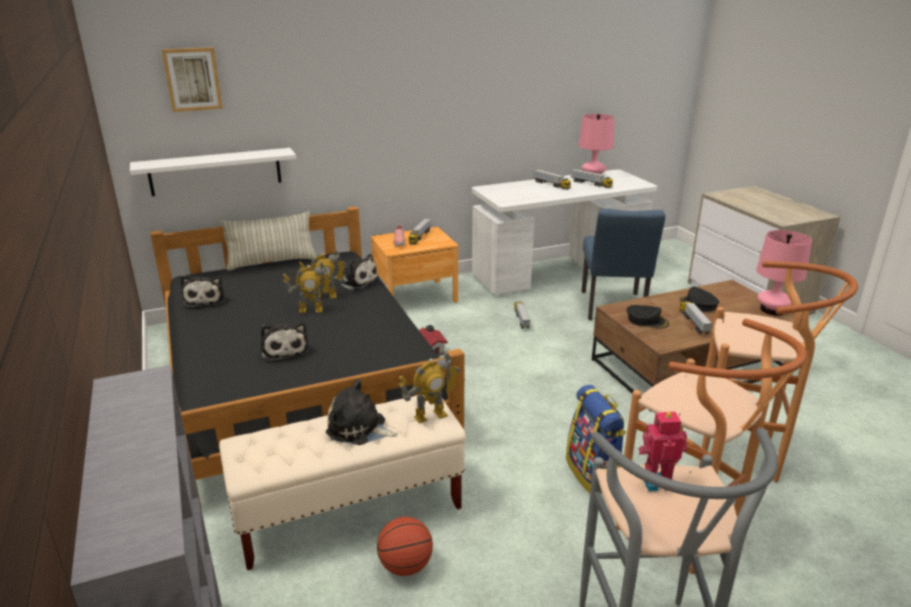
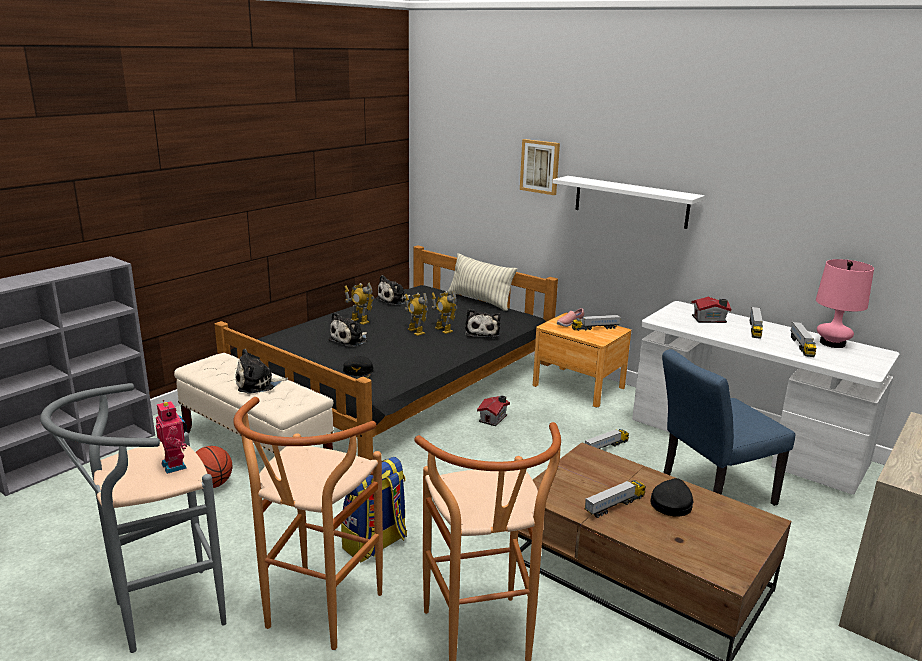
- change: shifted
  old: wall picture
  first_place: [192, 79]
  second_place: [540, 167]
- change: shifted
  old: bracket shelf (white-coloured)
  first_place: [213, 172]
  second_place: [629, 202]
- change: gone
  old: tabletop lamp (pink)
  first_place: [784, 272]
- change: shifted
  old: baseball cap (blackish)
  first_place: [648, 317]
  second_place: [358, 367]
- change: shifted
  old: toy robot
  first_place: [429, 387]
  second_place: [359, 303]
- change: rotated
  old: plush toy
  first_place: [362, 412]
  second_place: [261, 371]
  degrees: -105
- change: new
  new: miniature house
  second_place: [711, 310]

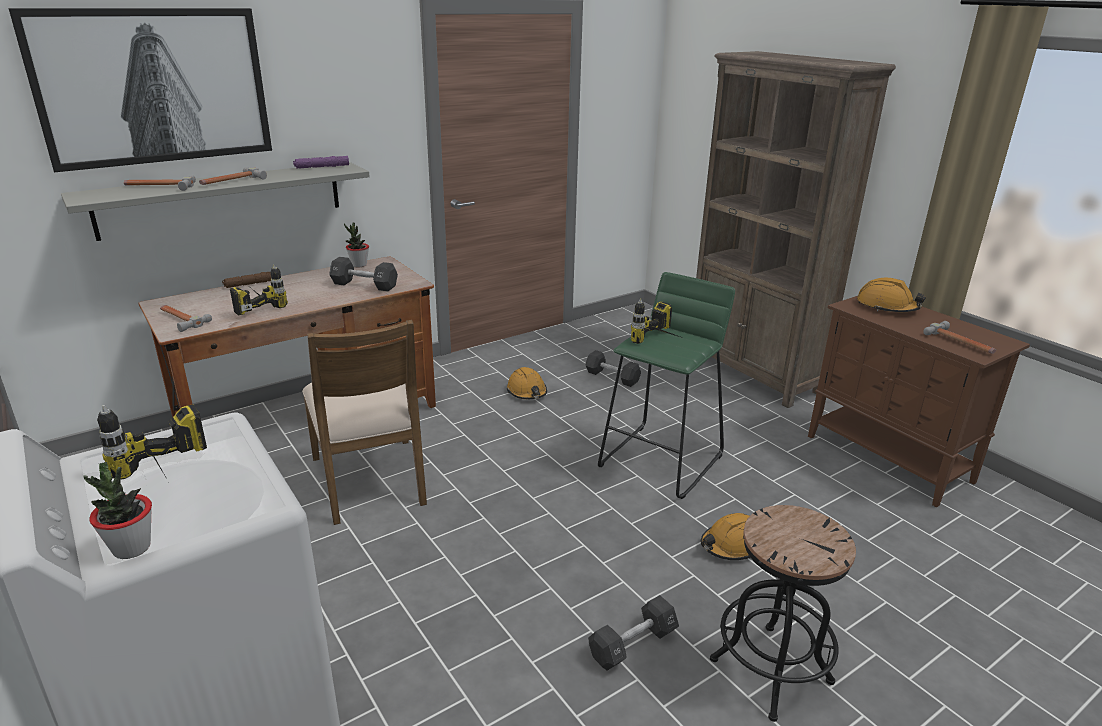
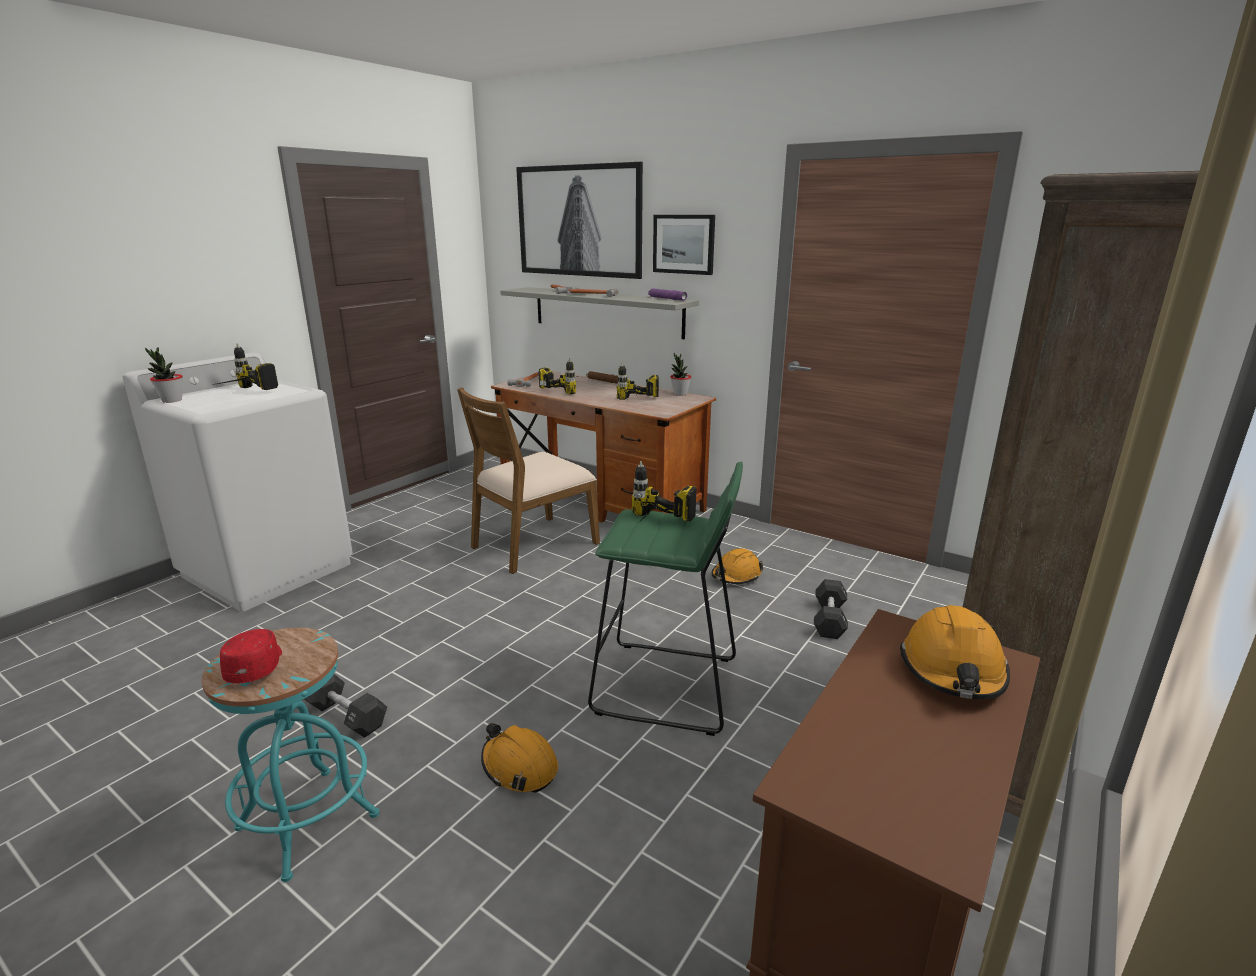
- change: swapped
  old: dumbbell (blackish)
  new: drill
  first_place: [363, 274]
  second_place: [638, 381]
- change: gone
  old: hammer
  first_place: [959, 337]
- change: repainted
  old: sitting stool (blackish)
  new: sitting stool (blue-green)
  first_place: [783, 613]
  second_place: [291, 755]
- change: new
  new: wall picture
  second_place: [684, 245]
- change: new
  new: baseball cap (reddish)
  second_place: [251, 656]

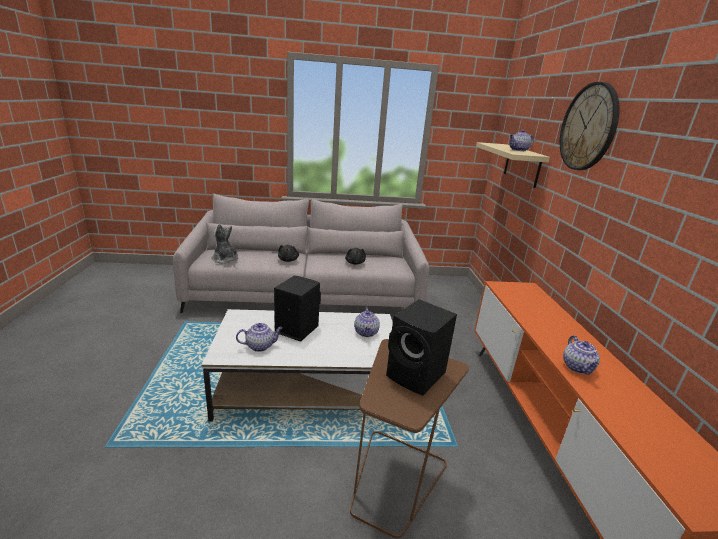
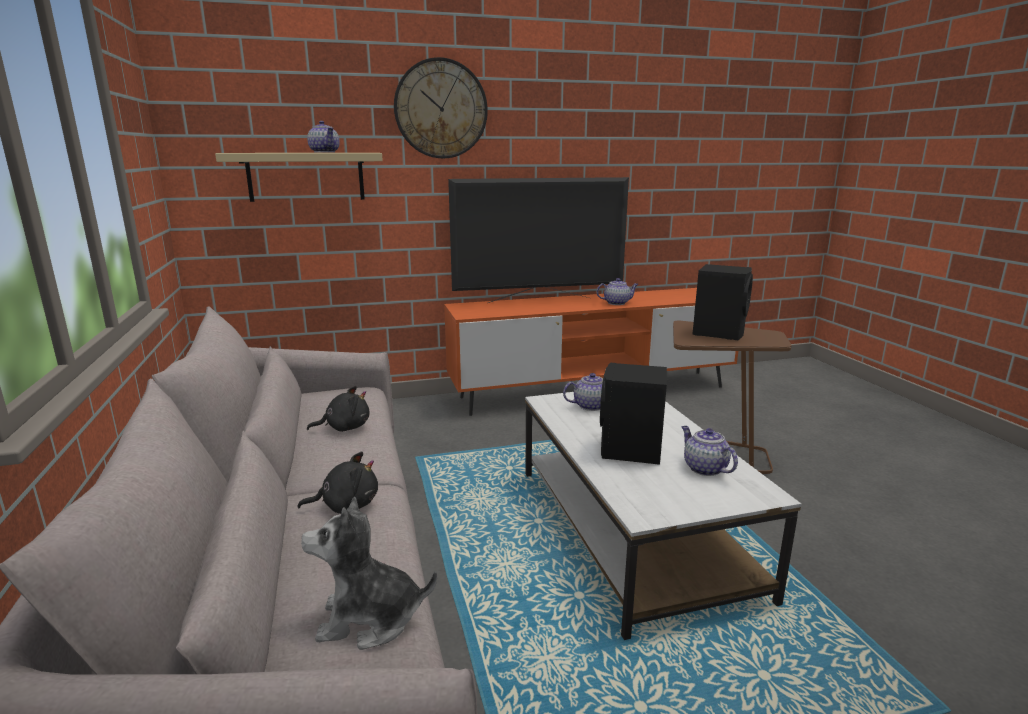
- change: rotated
  old: plush toy
  first_place: [224, 244]
  second_place: [369, 573]
  degrees: 60
- change: new
  new: TV set
  second_place: [538, 240]

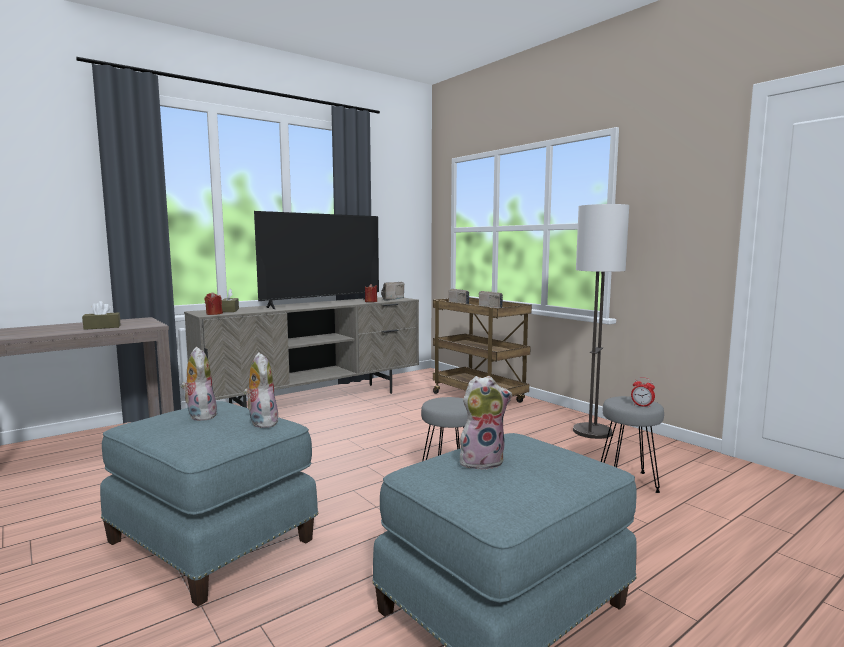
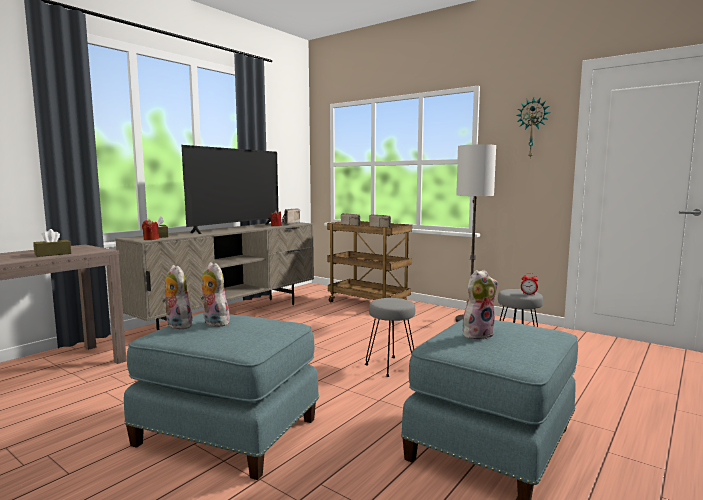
- change: shifted
  old: plush toy
  first_place: [261, 390]
  second_place: [177, 297]
- change: new
  new: hanging clock
  second_place: [533, 127]

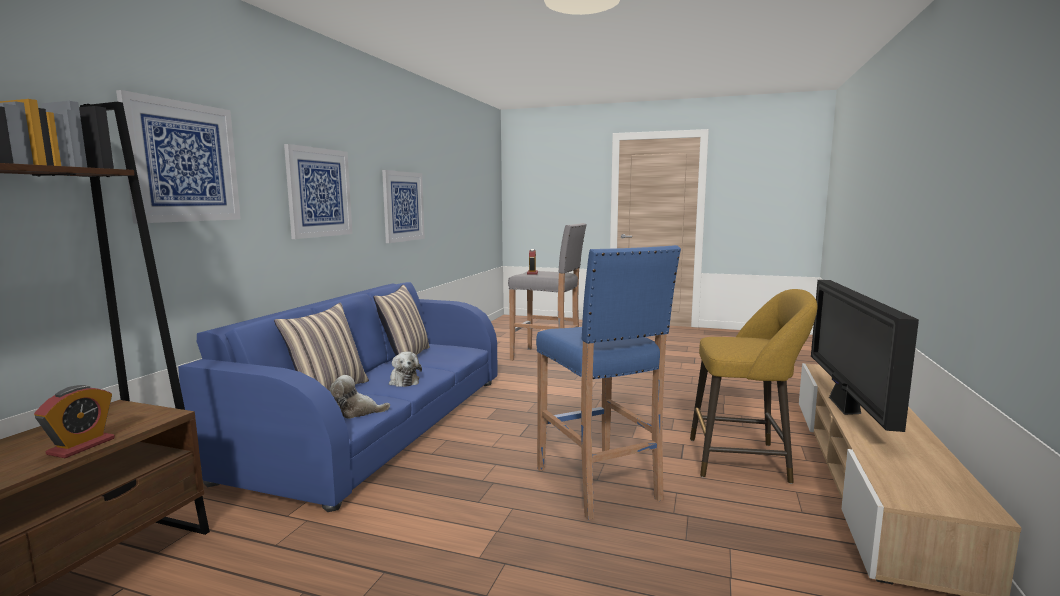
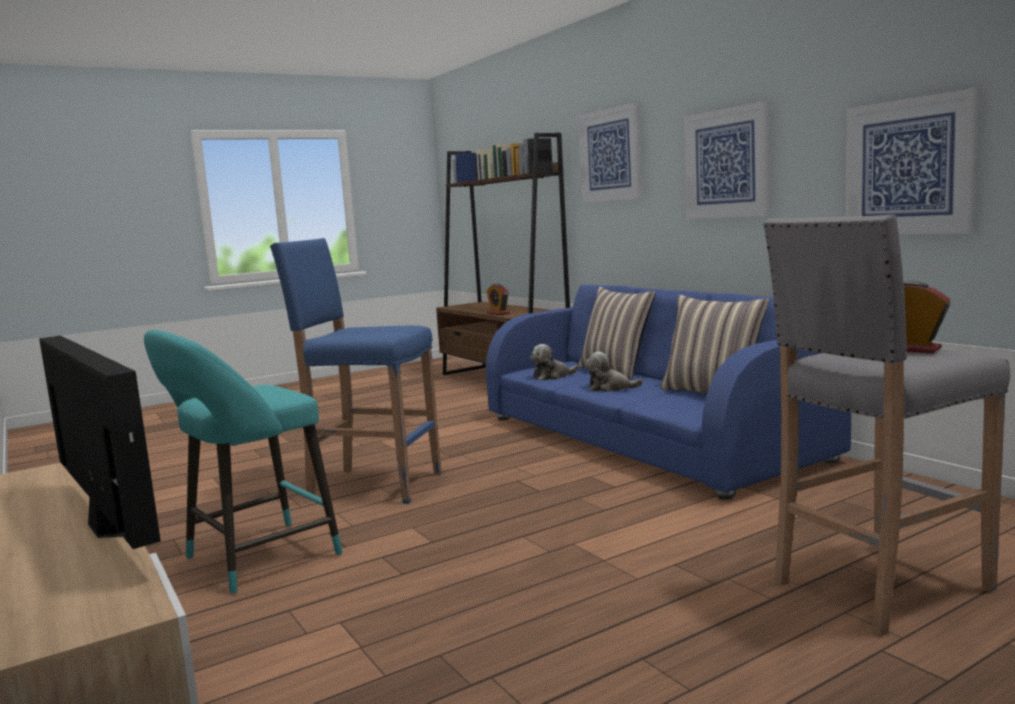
- change: repainted
  old: sitting stool (yellowish)
  new: sitting stool (blue-green)
  first_place: [753, 386]
  second_place: [243, 462]
- change: rotated
  old: plush toy
  first_place: [360, 397]
  second_place: [554, 362]
  degrees: -150

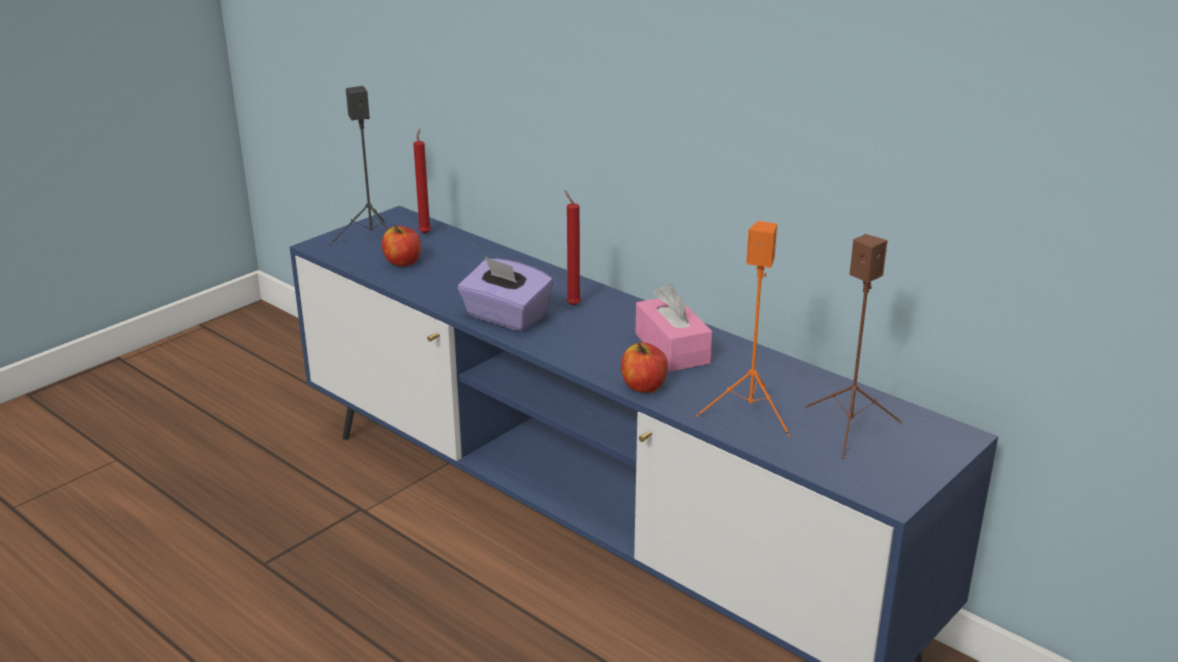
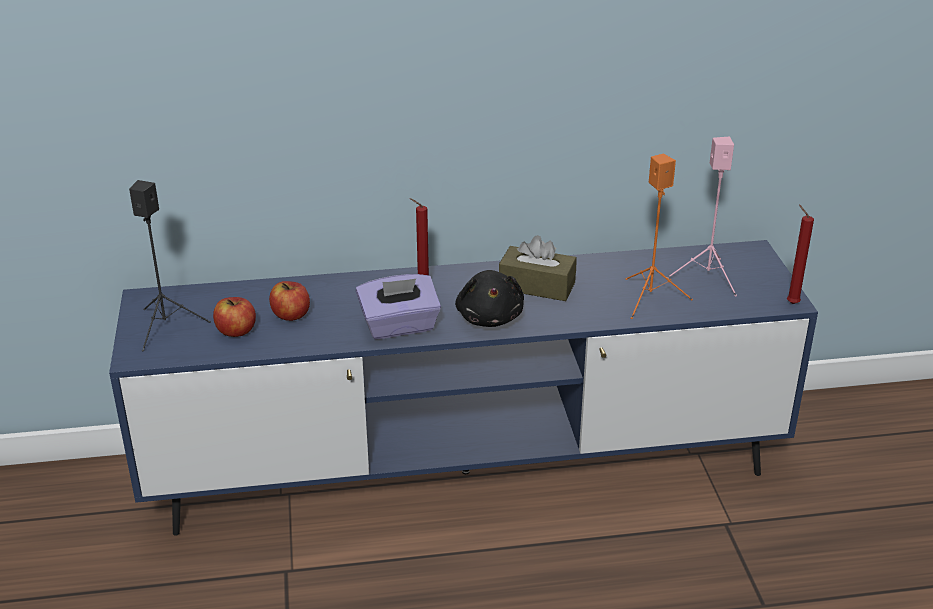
- change: shifted
  old: candle (reddish)
  first_place: [422, 181]
  second_place: [800, 254]
- change: repainted
  old: audio speaker (brown-coloured)
  new: audio speaker (pink)
  first_place: [853, 346]
  second_place: [702, 216]
- change: repainted
  old: box of tissues (pink)
  new: box of tissues (brown-coloured)
  first_place: [673, 328]
  second_place: [538, 268]
- change: shifted
  old: whole apple
  first_place: [644, 367]
  second_place: [289, 301]
- change: new
  new: plush toy (blackish)
  second_place: [489, 298]

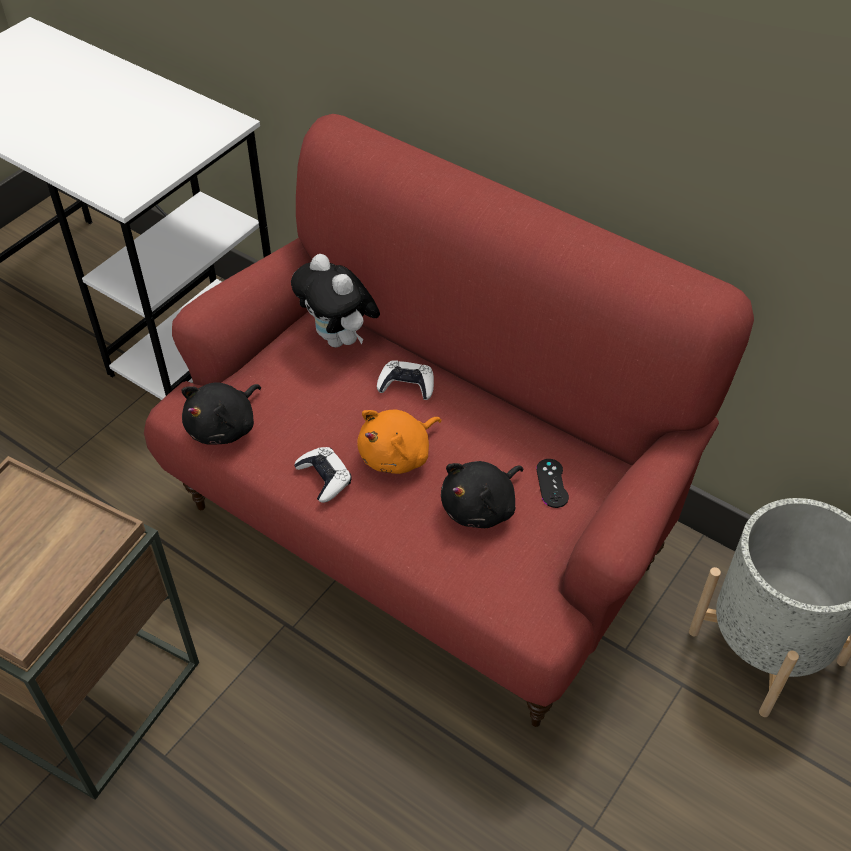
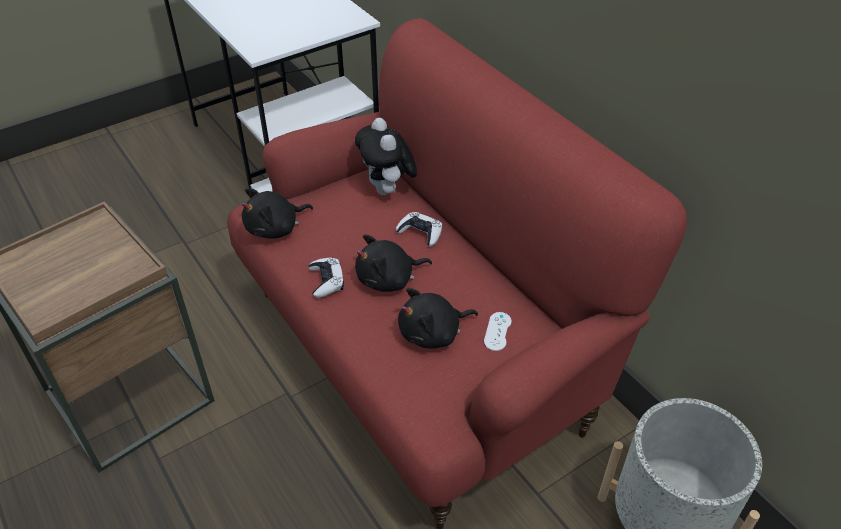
- change: repainted
  old: plush toy (orange)
  new: plush toy (blackish)
  first_place: [399, 442]
  second_place: [393, 263]
- change: repainted
  old: joypad (blackish)
  new: joypad (white-coloured)
  first_place: [552, 483]
  second_place: [498, 331]

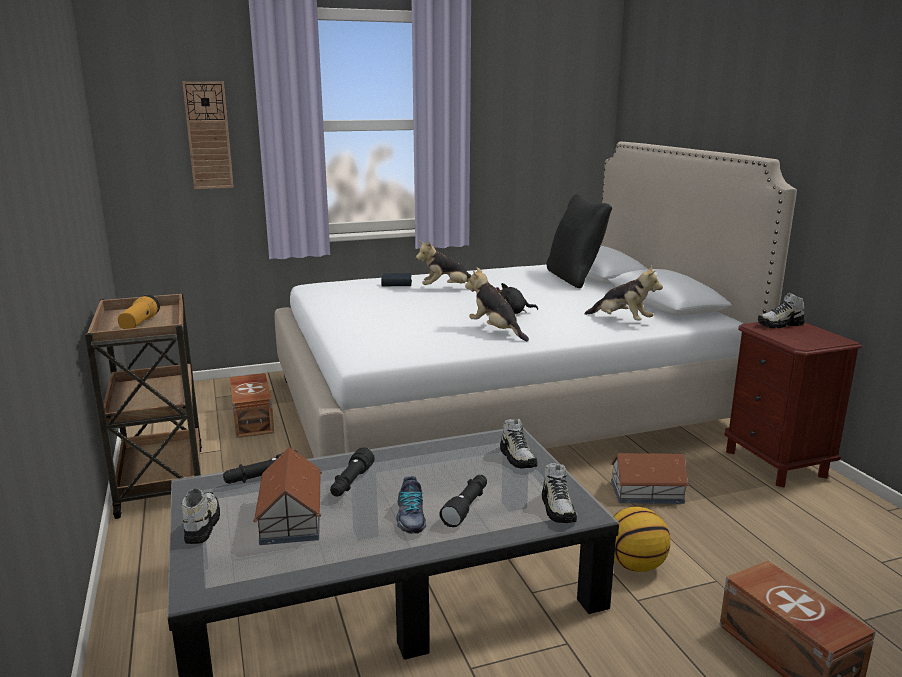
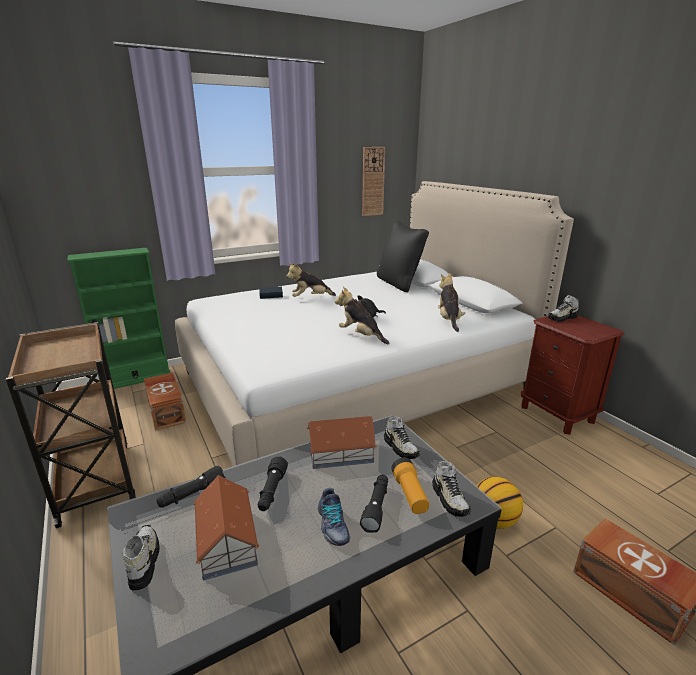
- change: shifted
  old: hanging clock
  first_place: [208, 135]
  second_place: [373, 181]
- change: rotated
  old: plush toy
  first_place: [623, 293]
  second_place: [451, 302]
  degrees: -120
- change: shifted
  old: hand torch
  first_place: [139, 312]
  second_place: [410, 485]
- change: shifted
  old: miniature house
  first_place: [649, 478]
  second_place: [342, 442]
- change: new
  new: shelving unit (greenish)
  second_place: [118, 318]

